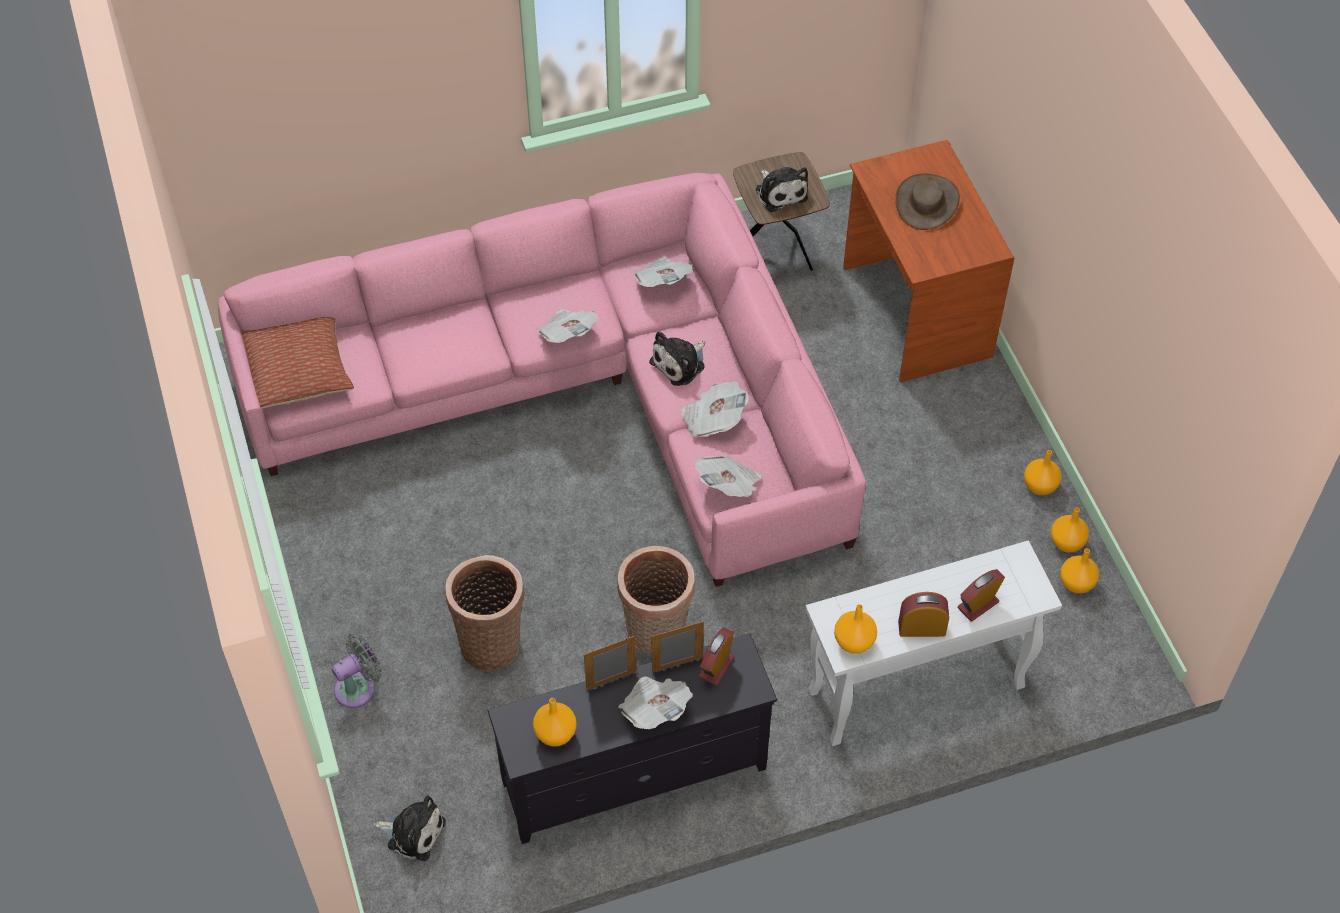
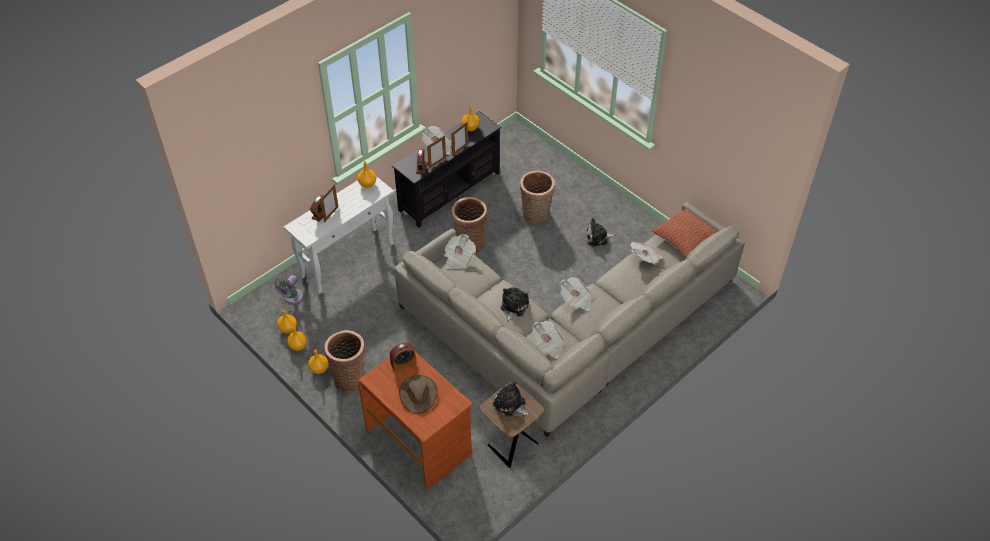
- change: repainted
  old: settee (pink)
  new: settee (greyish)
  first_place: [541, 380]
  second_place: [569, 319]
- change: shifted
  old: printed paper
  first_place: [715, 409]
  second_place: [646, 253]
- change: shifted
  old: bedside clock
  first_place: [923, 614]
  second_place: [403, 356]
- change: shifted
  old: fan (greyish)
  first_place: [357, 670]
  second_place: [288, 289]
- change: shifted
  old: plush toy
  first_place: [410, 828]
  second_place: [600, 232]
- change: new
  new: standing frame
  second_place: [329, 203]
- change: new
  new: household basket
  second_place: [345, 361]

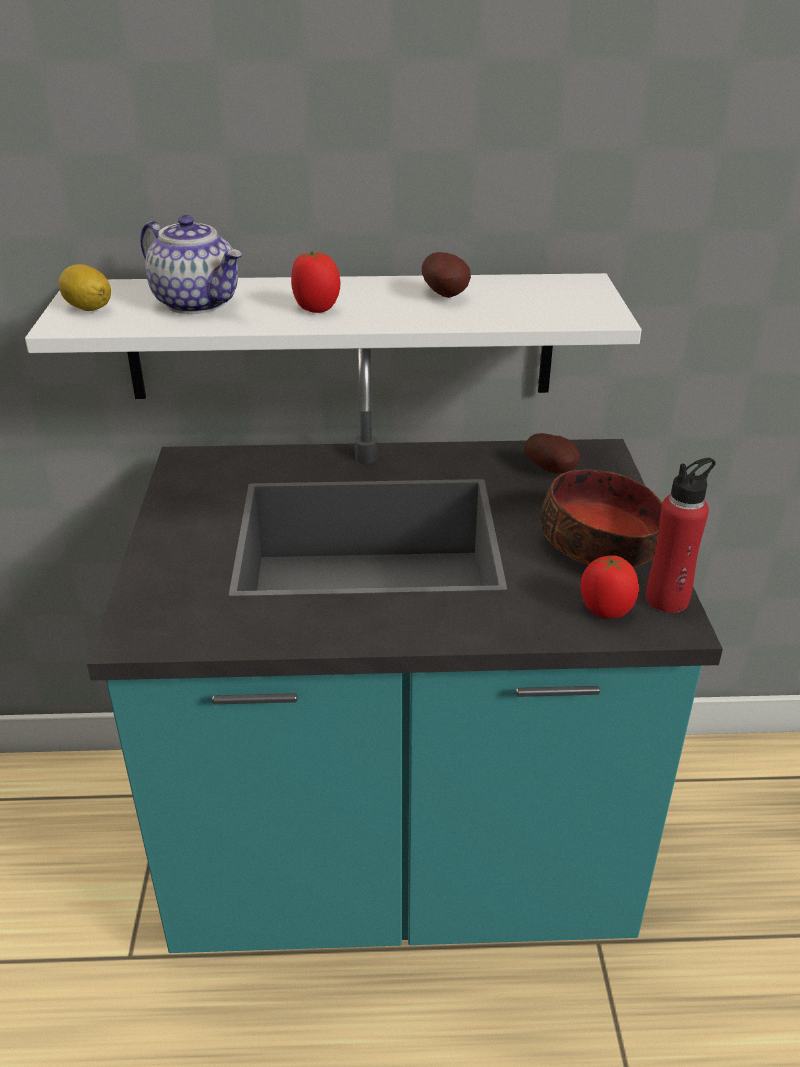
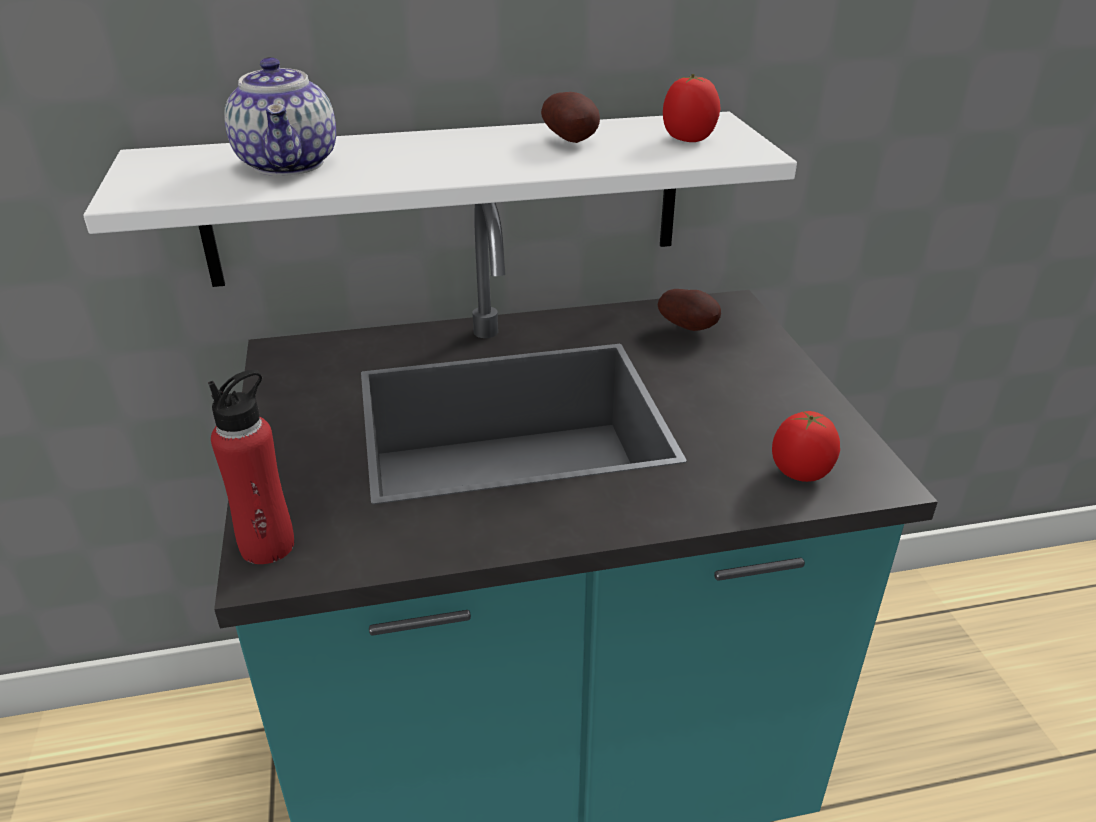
- change: rotated
  old: tea pot
  first_place: [191, 264]
  second_place: [280, 116]
  degrees: 45
- change: shifted
  old: tomato
  first_place: [316, 282]
  second_place: [691, 108]
- change: gone
  old: lemon
  first_place: [85, 287]
- change: shifted
  old: drink bottle (reddish)
  first_place: [681, 535]
  second_place: [251, 467]
- change: gone
  old: serving bowl
  first_place: [601, 518]

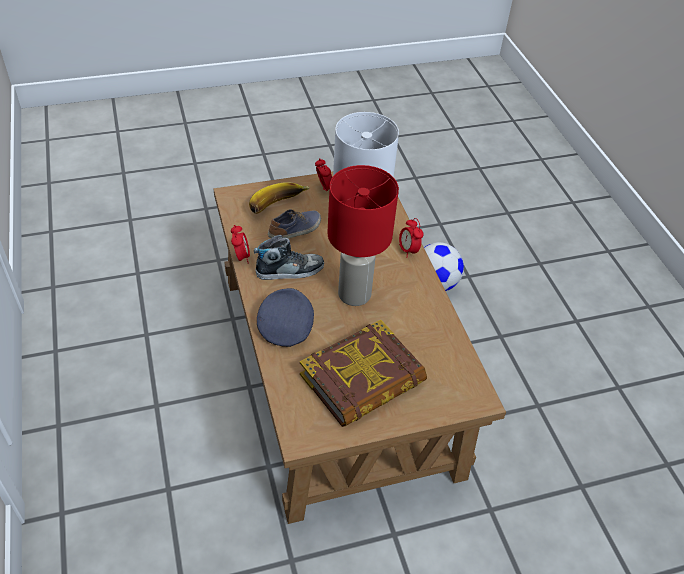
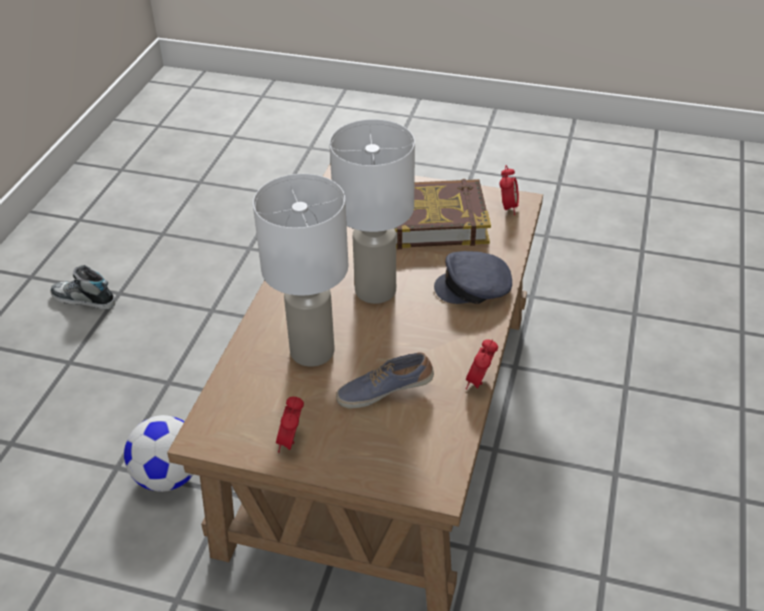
- change: repainted
  old: tabletop lamp (reddish)
  new: tabletop lamp (white-coloured)
  first_place: [363, 235]
  second_place: [372, 211]
- change: gone
  old: banana fruit
  first_place: [279, 198]
- change: shifted
  old: bedside clock
  first_place: [411, 238]
  second_place: [509, 190]
- change: shifted
  old: item of footwear
  first_place: [289, 257]
  second_place: [83, 287]
- change: rotated
  old: baseball cap (greyish)
  first_place: [285, 317]
  second_place: [473, 277]
  degrees: 45

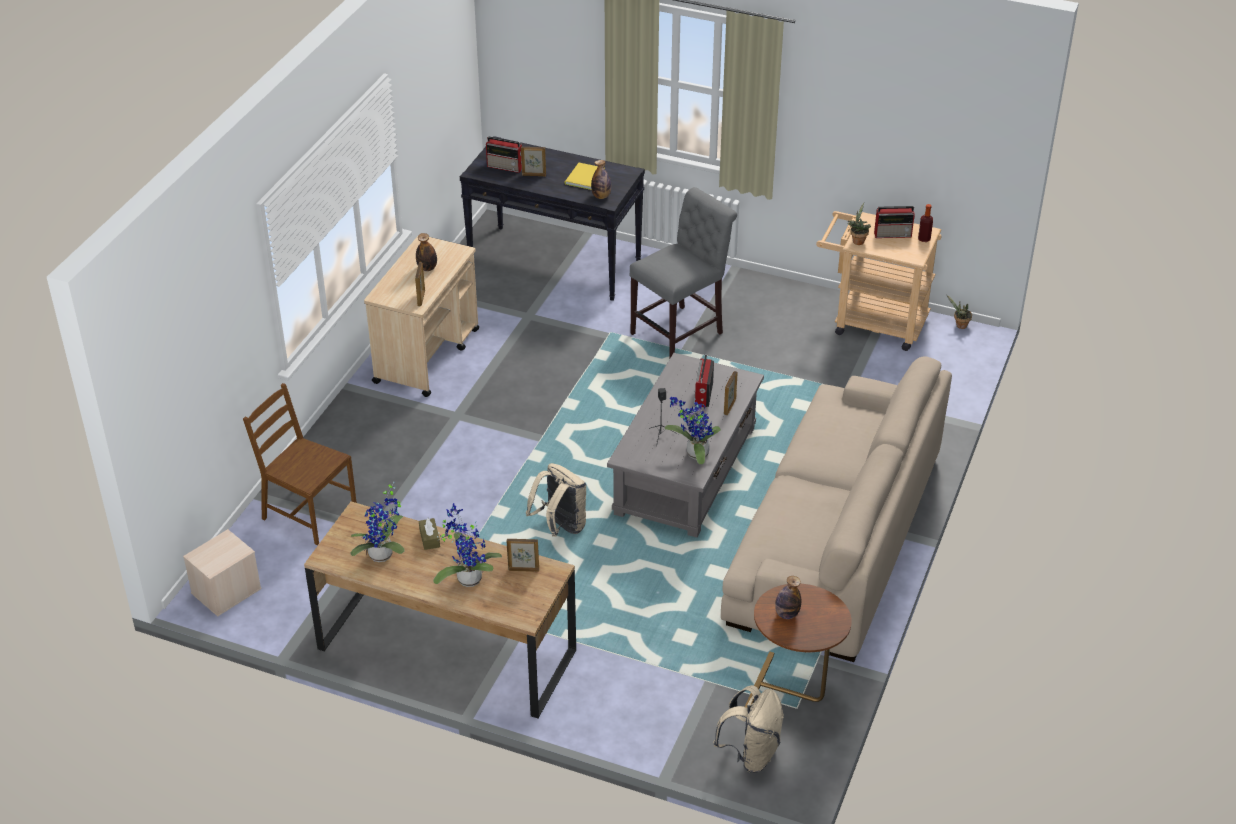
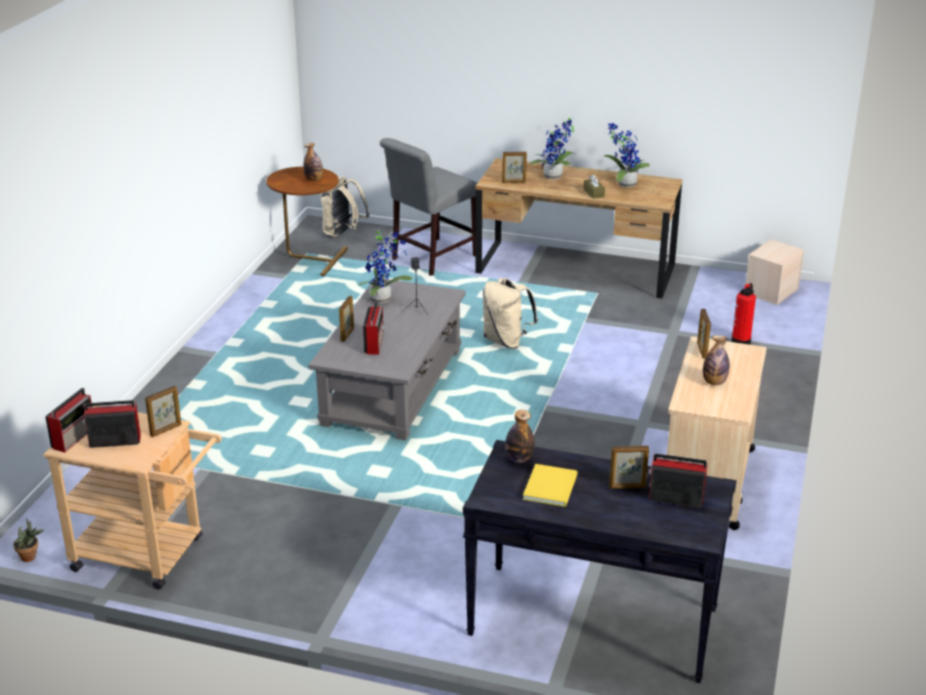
- change: shifted
  old: plain chair (greyish)
  first_place: [683, 273]
  second_place: [429, 207]
- change: swapped
  old: potted plant
  new: standing frame
  first_place: [859, 224]
  second_place: [163, 411]
- change: swapped
  old: drink bottle
  new: radio set
  first_place: [925, 223]
  second_place: [68, 420]
- change: gone
  old: settee (beige)
  first_place: [836, 509]
- change: swapped
  old: plain chair (brown-coloured)
  new: fire extinguisher
  first_place: [300, 464]
  second_place: [743, 314]

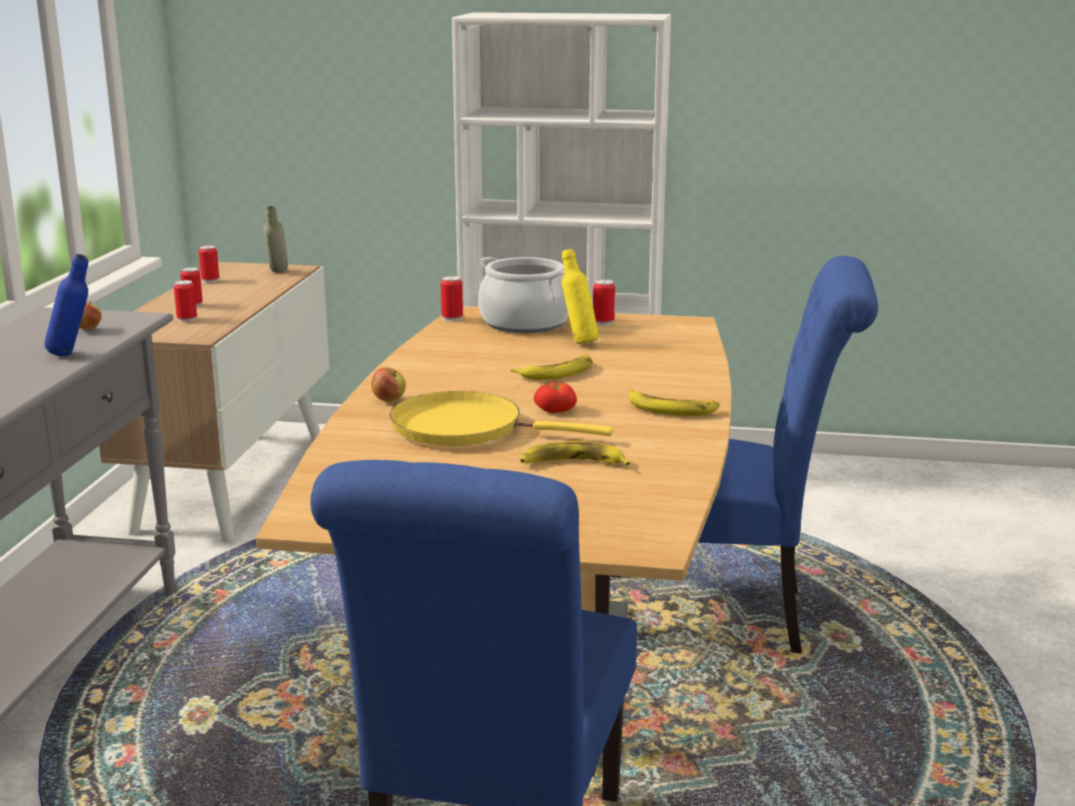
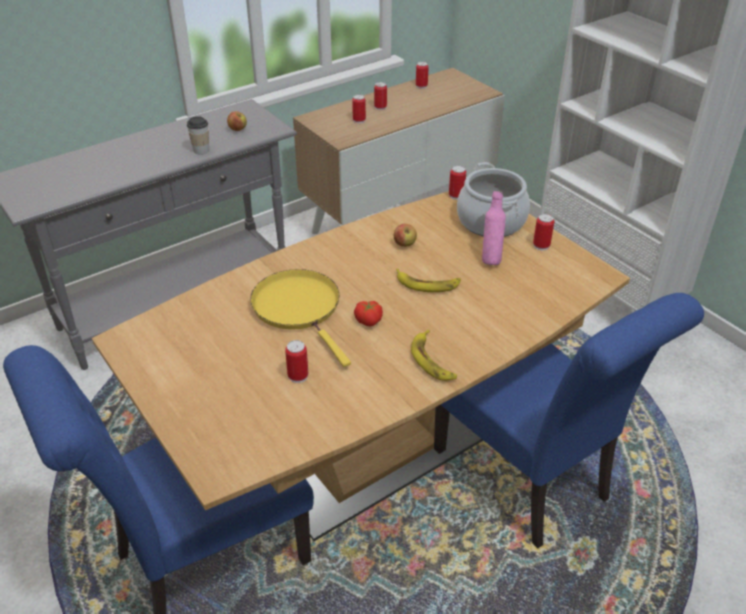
- change: gone
  old: drink bottle (greyish)
  first_place: [276, 239]
- change: repainted
  old: drink bottle (yellowish)
  new: drink bottle (pink)
  first_place: [580, 296]
  second_place: [494, 227]
- change: swapped
  old: drink bottle (blue-coloured)
  new: small cup
  first_place: [66, 305]
  second_place: [198, 135]
- change: shifted
  old: whole apple
  first_place: [388, 384]
  second_place: [405, 235]
- change: swapped
  old: banana fruit
  new: sealed can
  first_place: [575, 453]
  second_place: [296, 361]

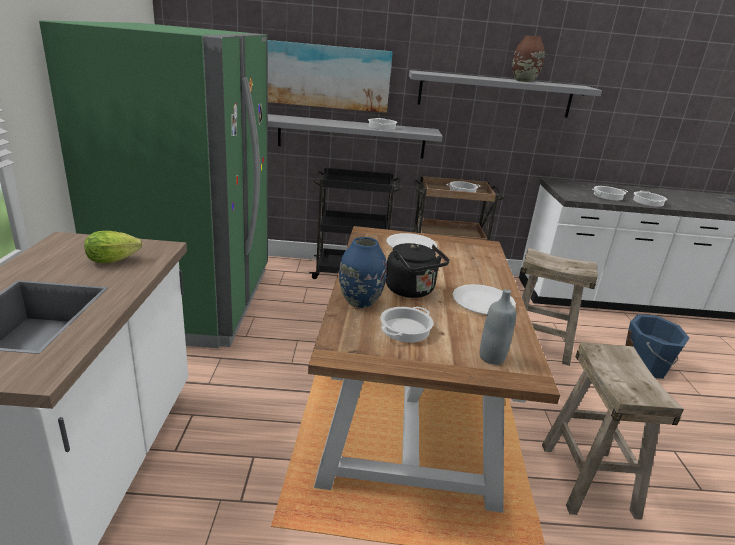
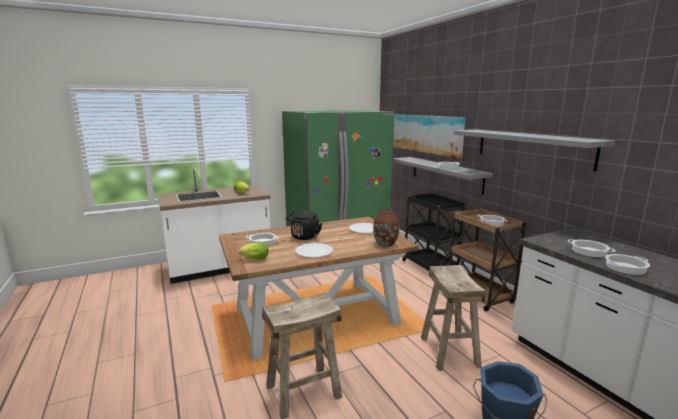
- change: shifted
  old: flower vase (brown-coloured)
  first_place: [528, 58]
  second_place: [386, 228]
- change: gone
  old: flower vase (blue-coloured)
  first_place: [363, 272]
- change: swapped
  old: drink bottle (greyish)
  new: lettuce head
  first_place: [498, 327]
  second_place: [253, 251]

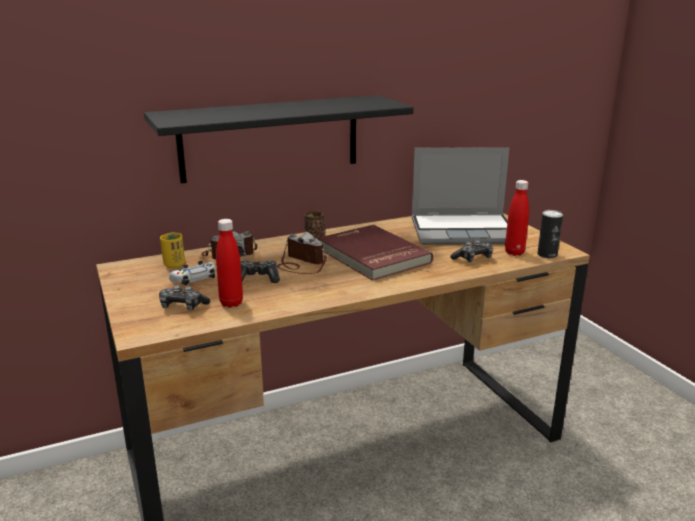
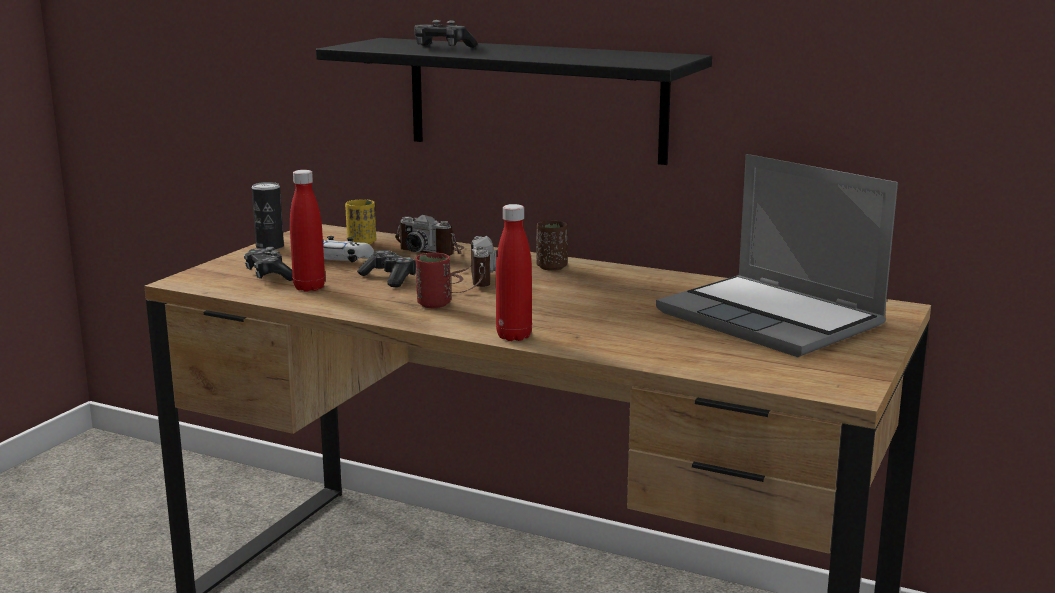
- change: shifted
  old: drink bottle (reddish)
  first_place: [517, 218]
  second_place: [514, 272]
- change: shifted
  old: sealed can
  first_place: [550, 234]
  second_place: [268, 216]
- change: gone
  old: bound book (reddish)
  first_place: [375, 253]
- change: shifted
  old: joypad
  first_place: [471, 251]
  second_place: [445, 34]
- change: new
  new: small cup (reddish)
  second_place: [433, 280]

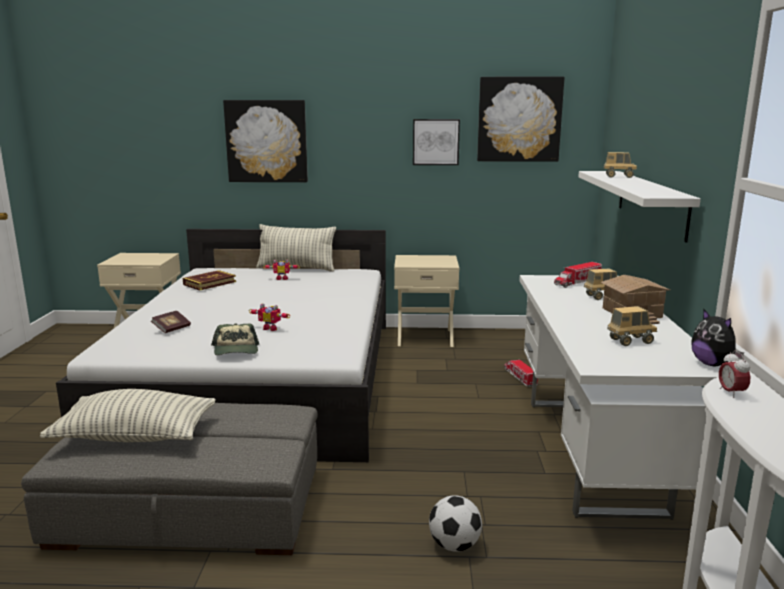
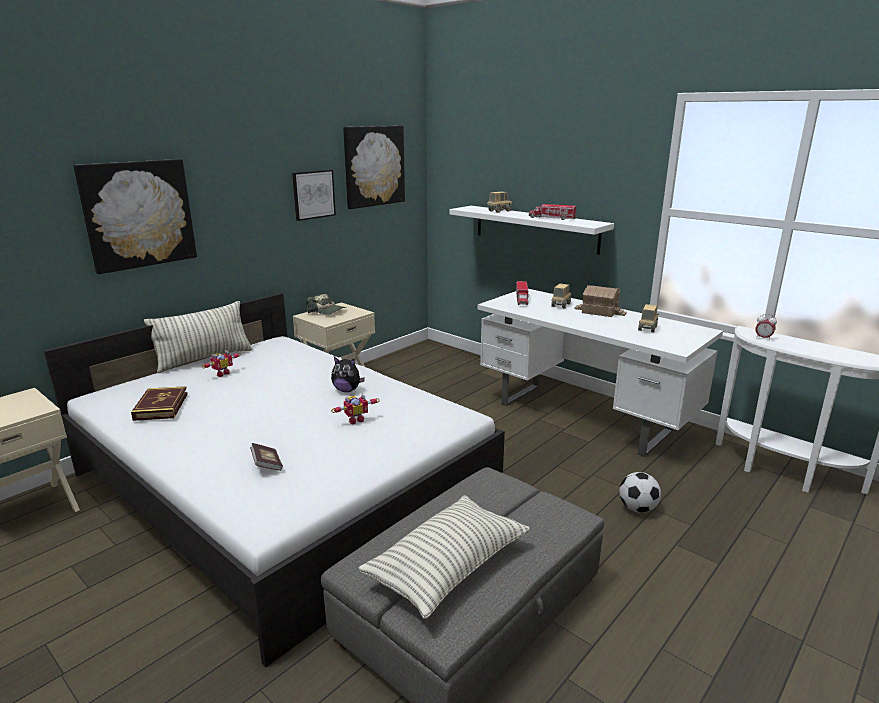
- change: shifted
  old: plush toy
  first_place: [717, 337]
  second_place: [348, 374]
- change: shifted
  old: baseball cap
  first_place: [235, 339]
  second_place: [326, 304]
- change: shifted
  old: toy truck
  first_place: [521, 373]
  second_place: [552, 212]

